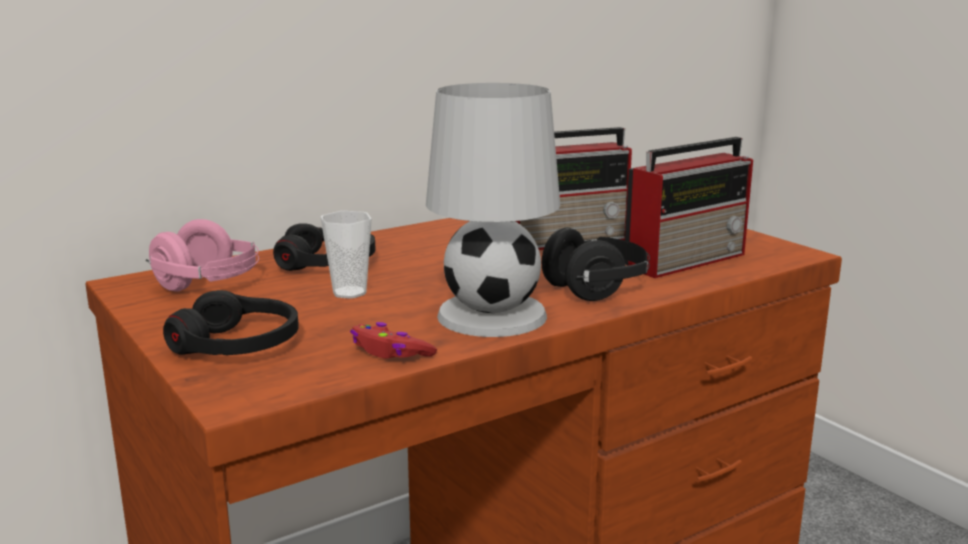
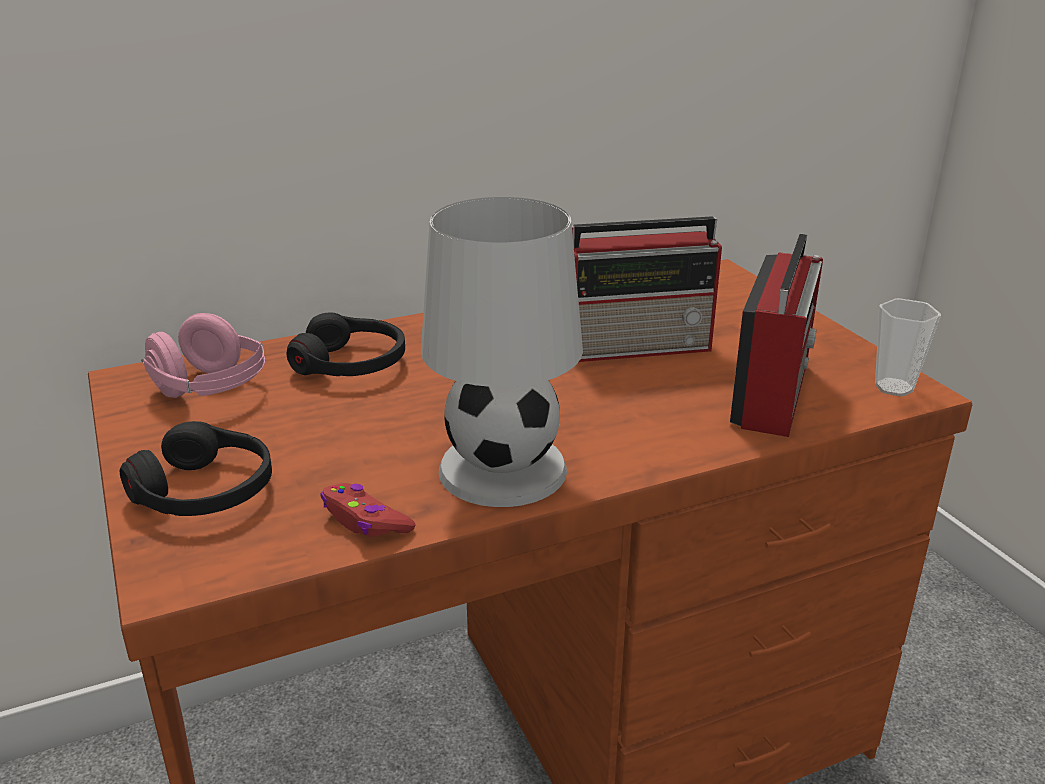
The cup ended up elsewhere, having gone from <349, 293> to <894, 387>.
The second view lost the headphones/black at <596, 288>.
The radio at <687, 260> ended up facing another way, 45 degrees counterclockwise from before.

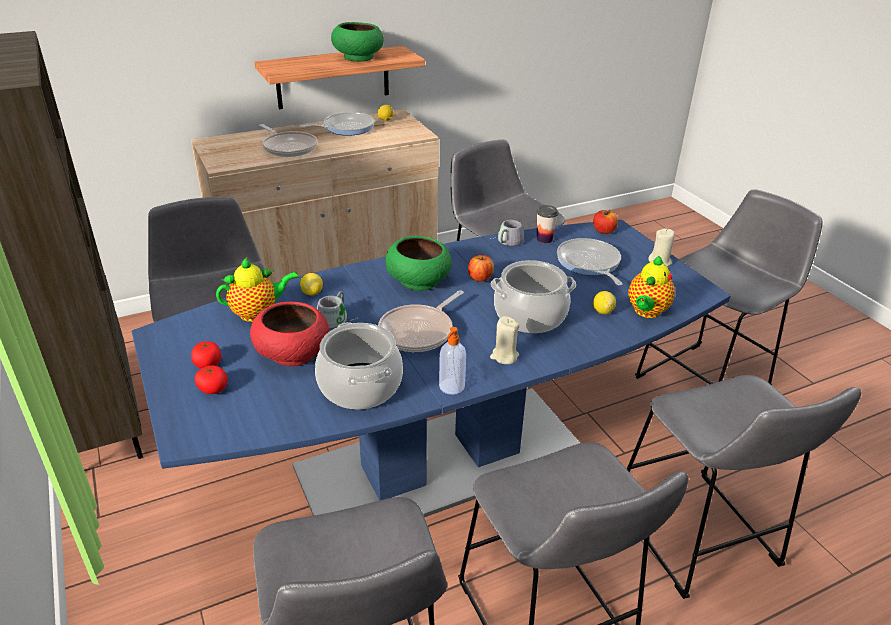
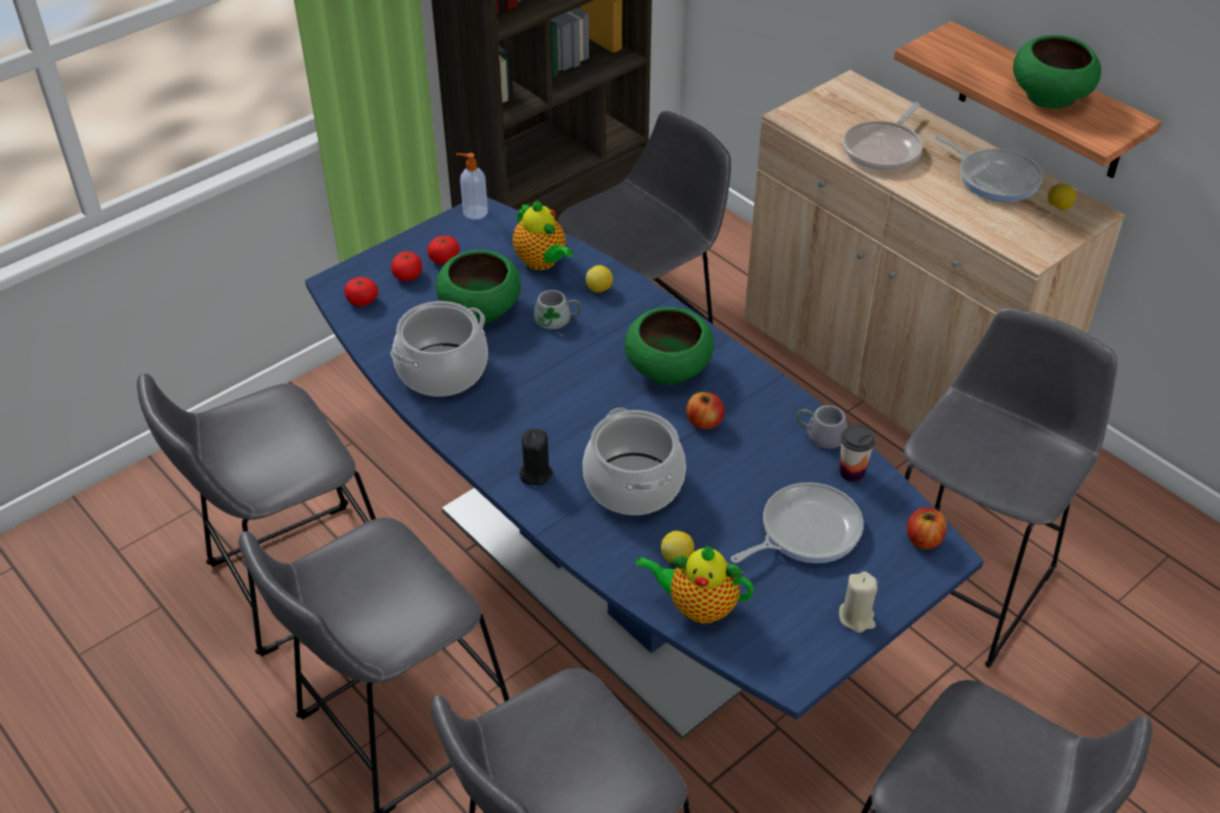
What was the bowl/red at <293, 353> turned into the bowl/green at <481, 308>.
The second view lost the frying pan at <419, 331>.
The soap dispenser ended up elsewhere, having gone from <451, 387> to <474, 212>.
What was the candle/beige at <504, 356> turned into the candle/black at <535, 473>.
The second view gained the tomato at <362, 300>.

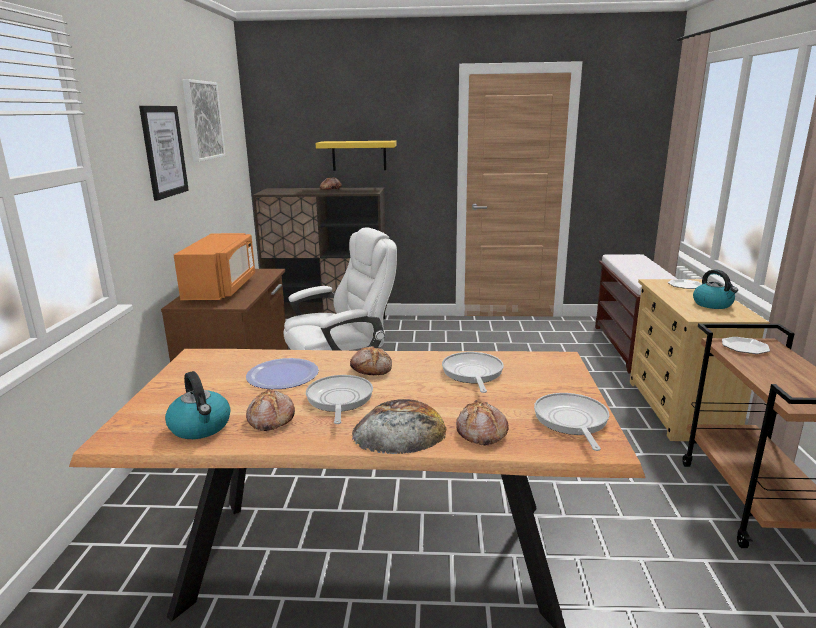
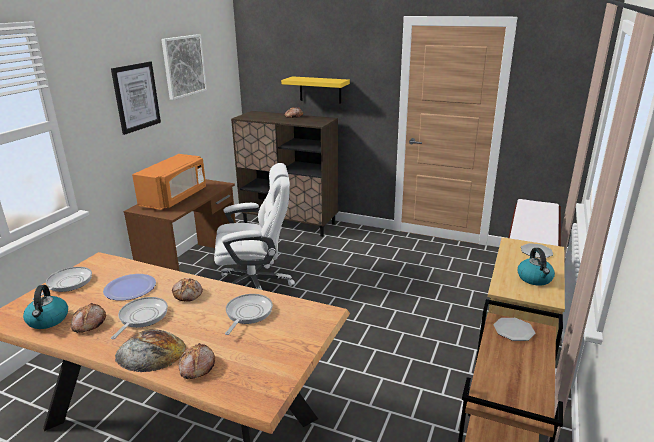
The frying pan ended up elsewhere, having gone from <571, 421> to <67, 283>.

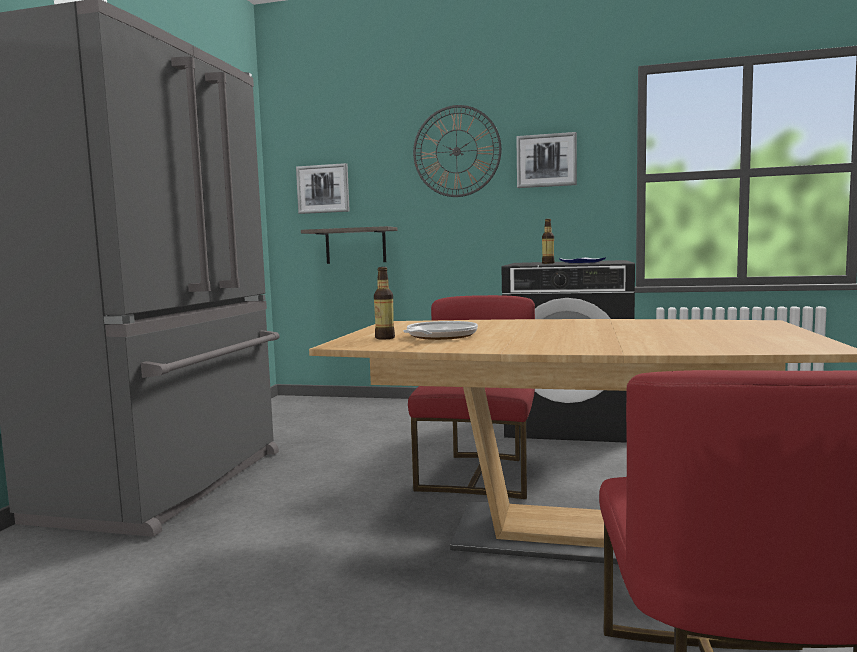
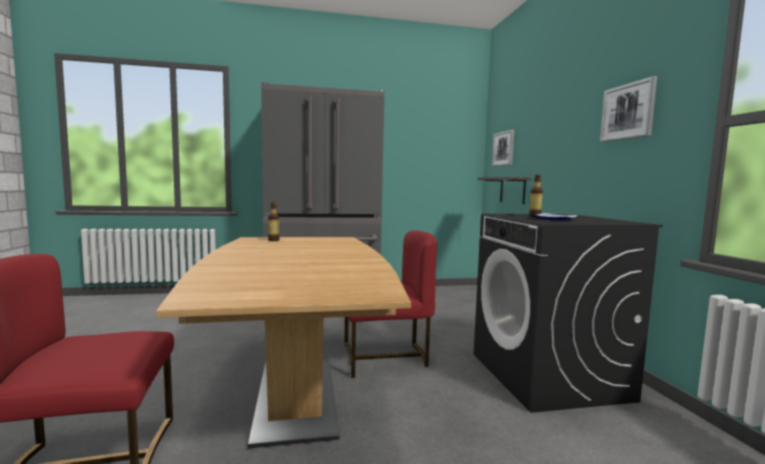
The second view lost the frying pan at <439, 337>.
The second view lost the wall clock at <456, 151>.

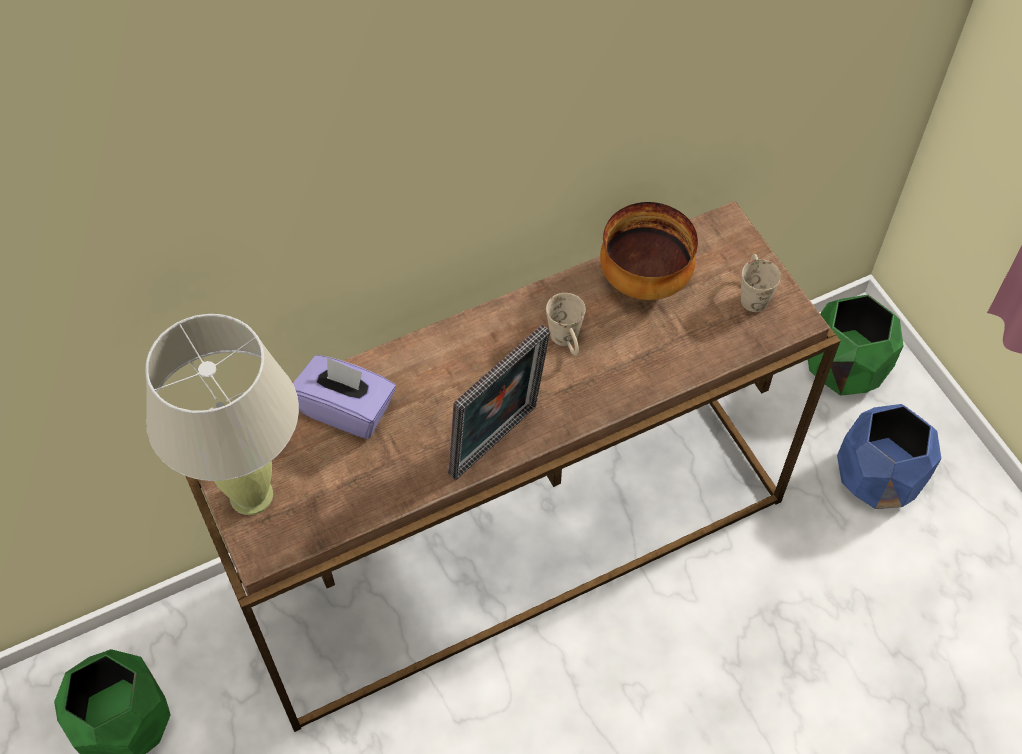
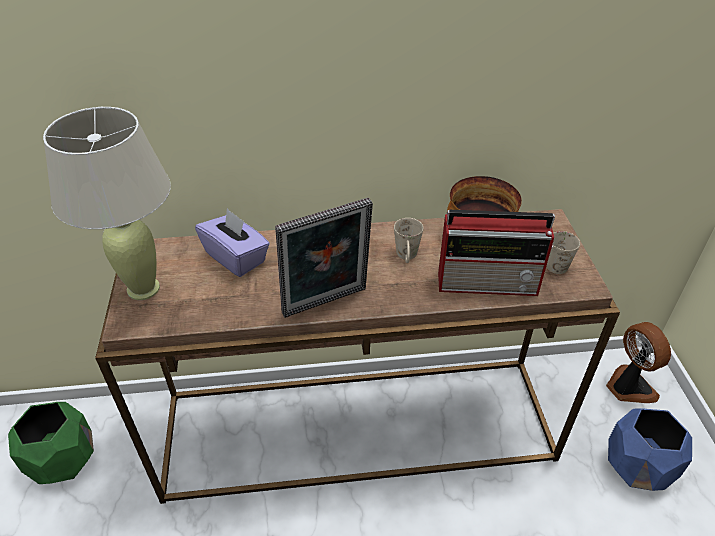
Where the planter/green stood at <843, 368>, the fan came to stand at <628, 387>.
The second view gained the radio at <489, 282>.

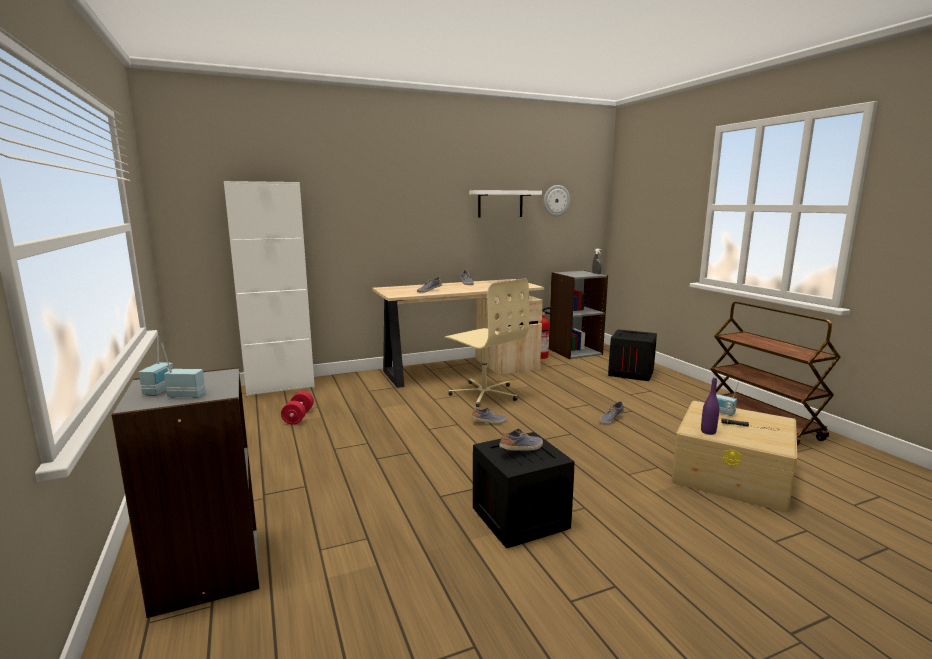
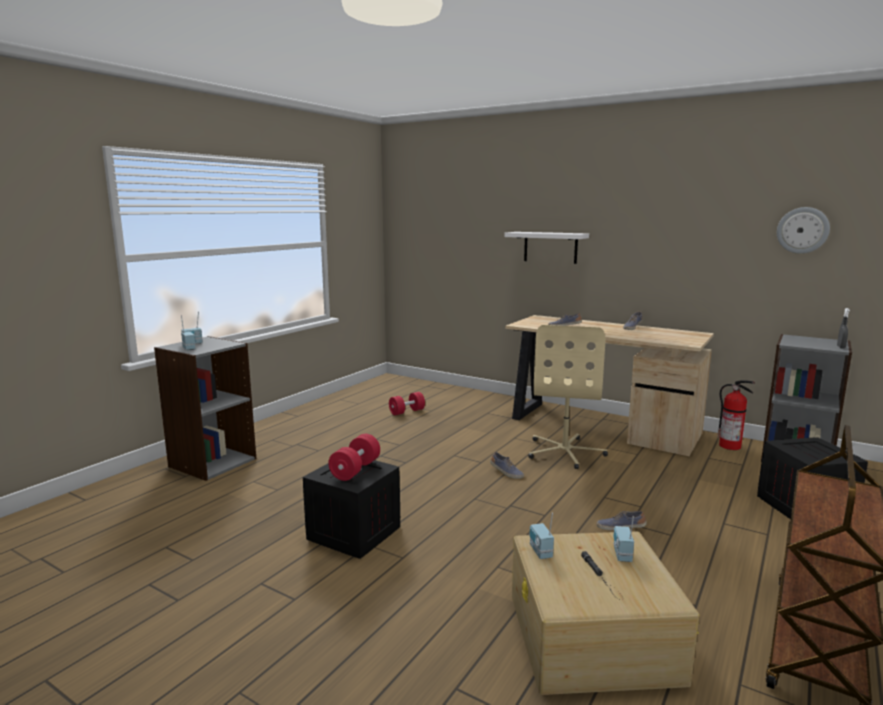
The second view lost the cabinet/white at <280, 387>.
The shelf/white ended up elsewhere, having gone from <500, 204> to <550, 247>.
Where the shoe stood at <522, 449>, the dumbbell/red came to stand at <355, 470>.
Where the bottle/purple stood at <708, 432>, the radio came to stand at <540, 552>.

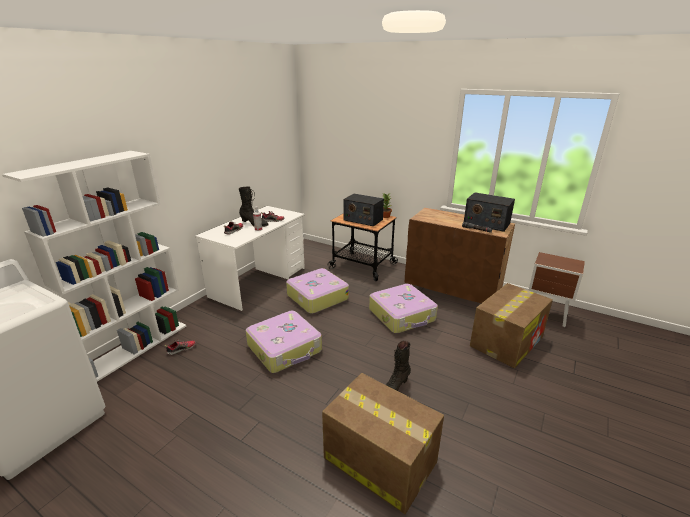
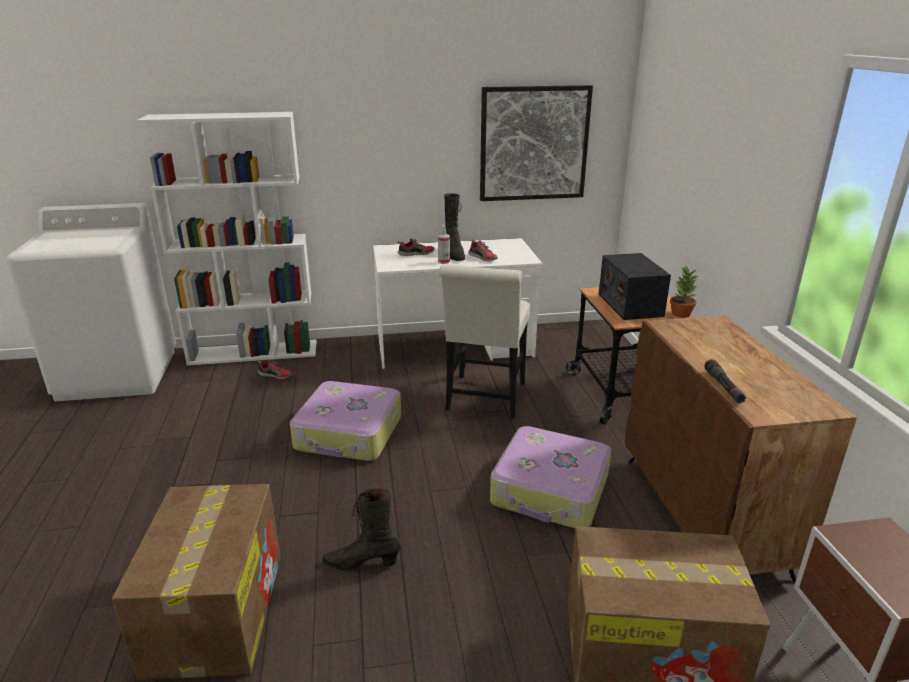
Where the suitcase stood at <316, 297>, the chair/white came to stand at <484, 399>.
The second view lost the radio at <486, 223>.
The second view gained the picture at <534, 144>.

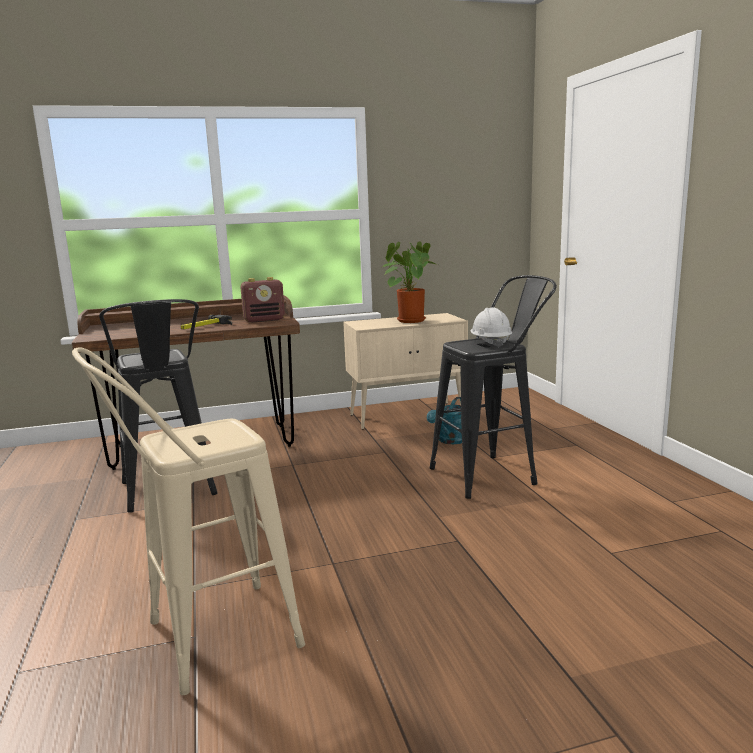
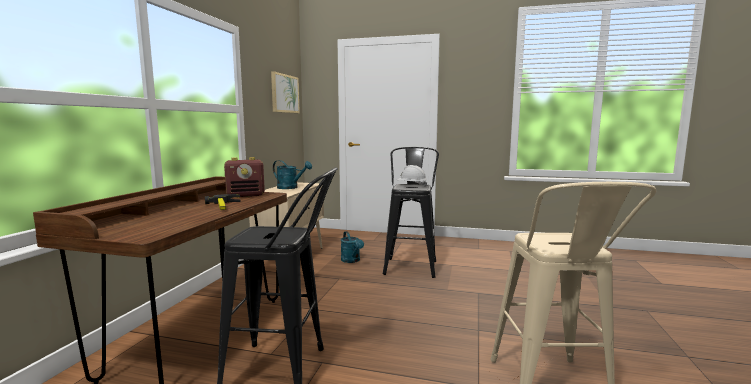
The radio at <264, 320> ended up facing another way, 60 degrees clockwise from before.
Where the potted plant stood at <409, 320>, the watering can/turquoise came to stand at <291, 187>.
The second view gained the picture at <284, 93>.

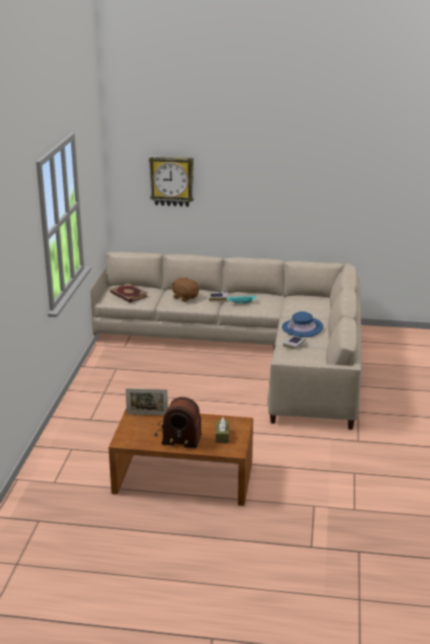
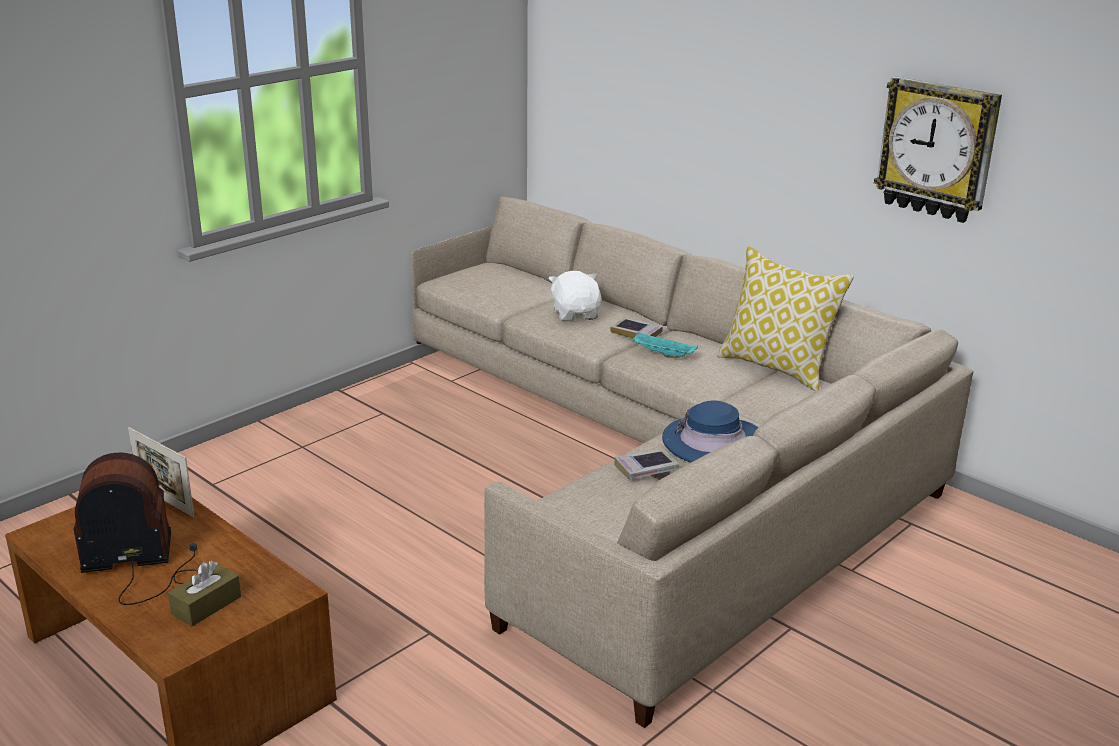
The second view lost the book at <128, 294>.
The wall clock ended up elsewhere, having gone from <172, 181> to <937, 149>.
The radio at <177, 434> ended up facing another way, 120 degrees clockwise from before.
What was the plush toy/brown at <185, 297> turned into the plush toy/white at <576, 314>.
The second view gained the pillow at <777, 368>.

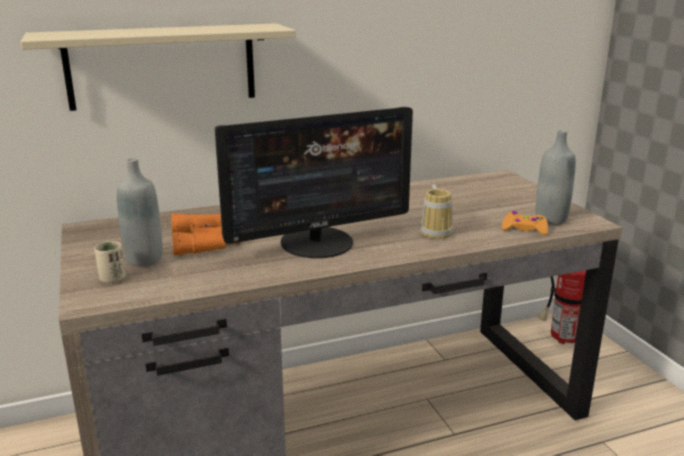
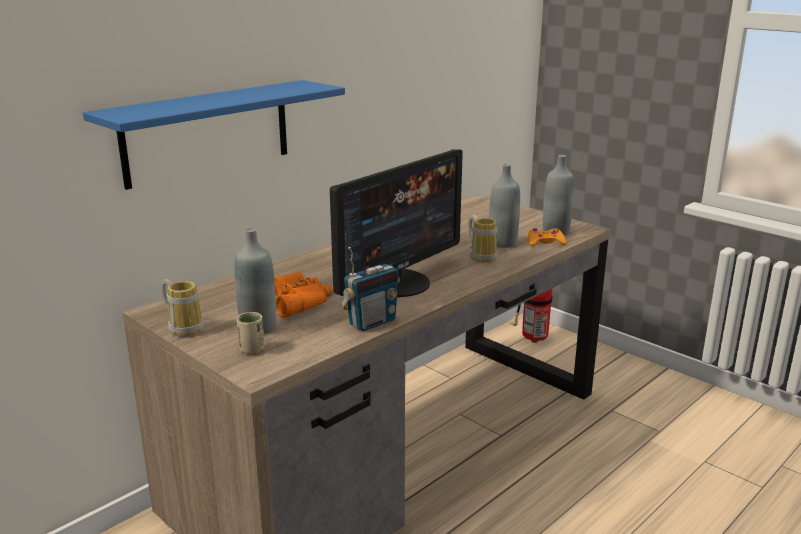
What was the shelf/beige at <162, 66> turned into the shelf/blue at <208, 132>.
The second view gained the mug at <184, 327>.
The second view gained the radio at <371, 322>.
The second view gained the bottle/grey at <502, 243>.

